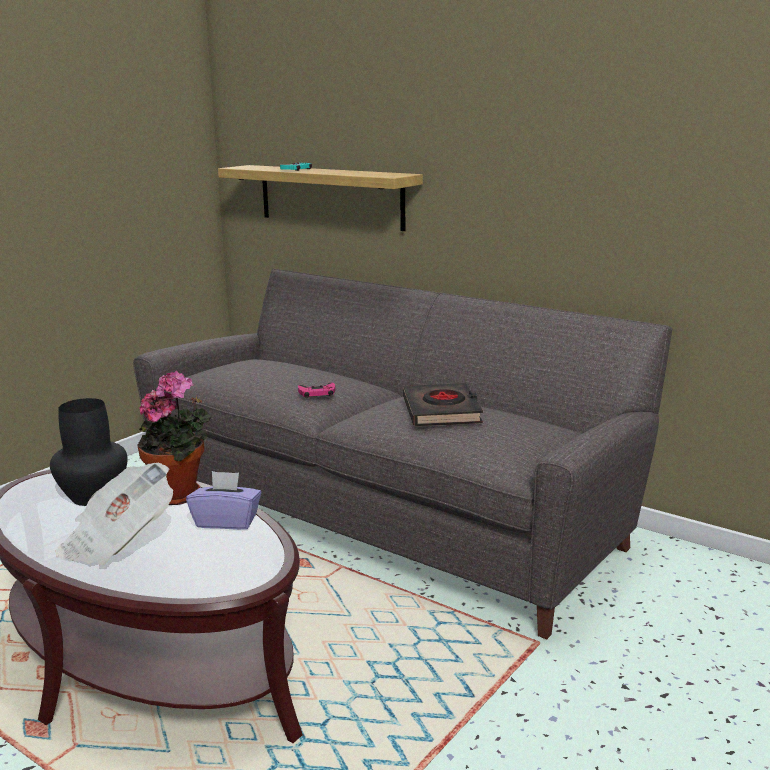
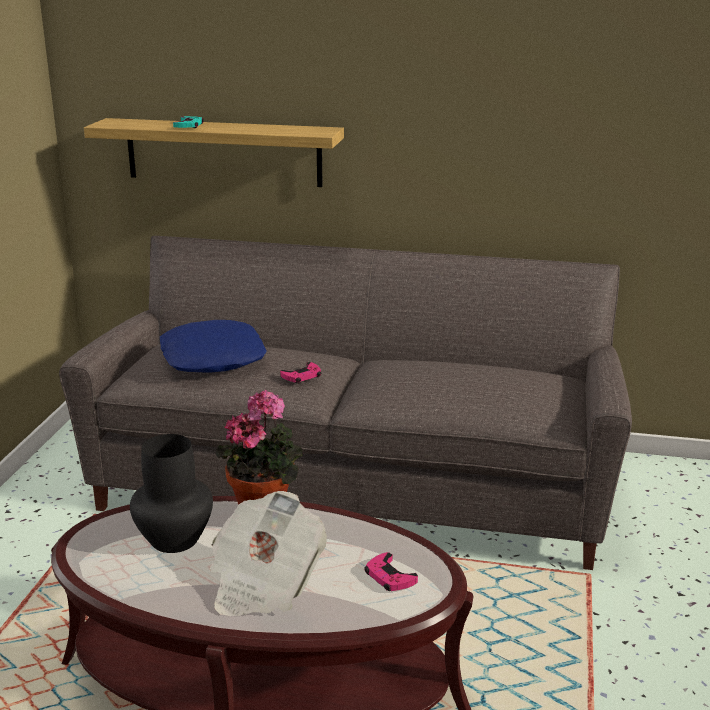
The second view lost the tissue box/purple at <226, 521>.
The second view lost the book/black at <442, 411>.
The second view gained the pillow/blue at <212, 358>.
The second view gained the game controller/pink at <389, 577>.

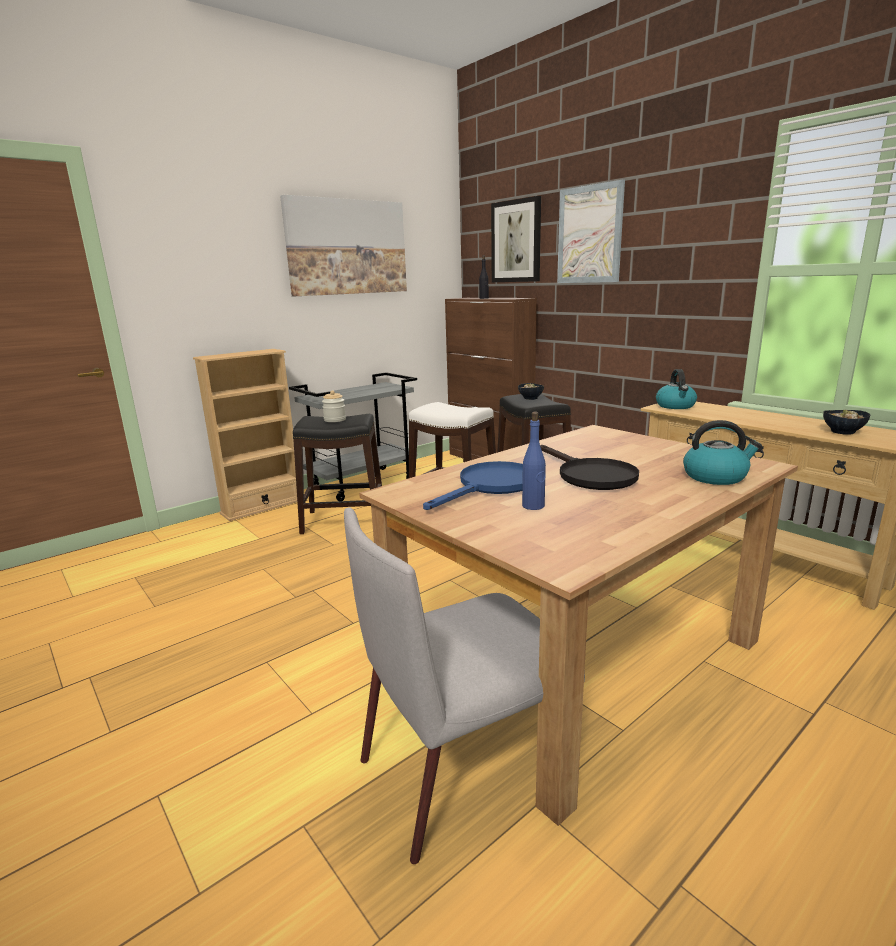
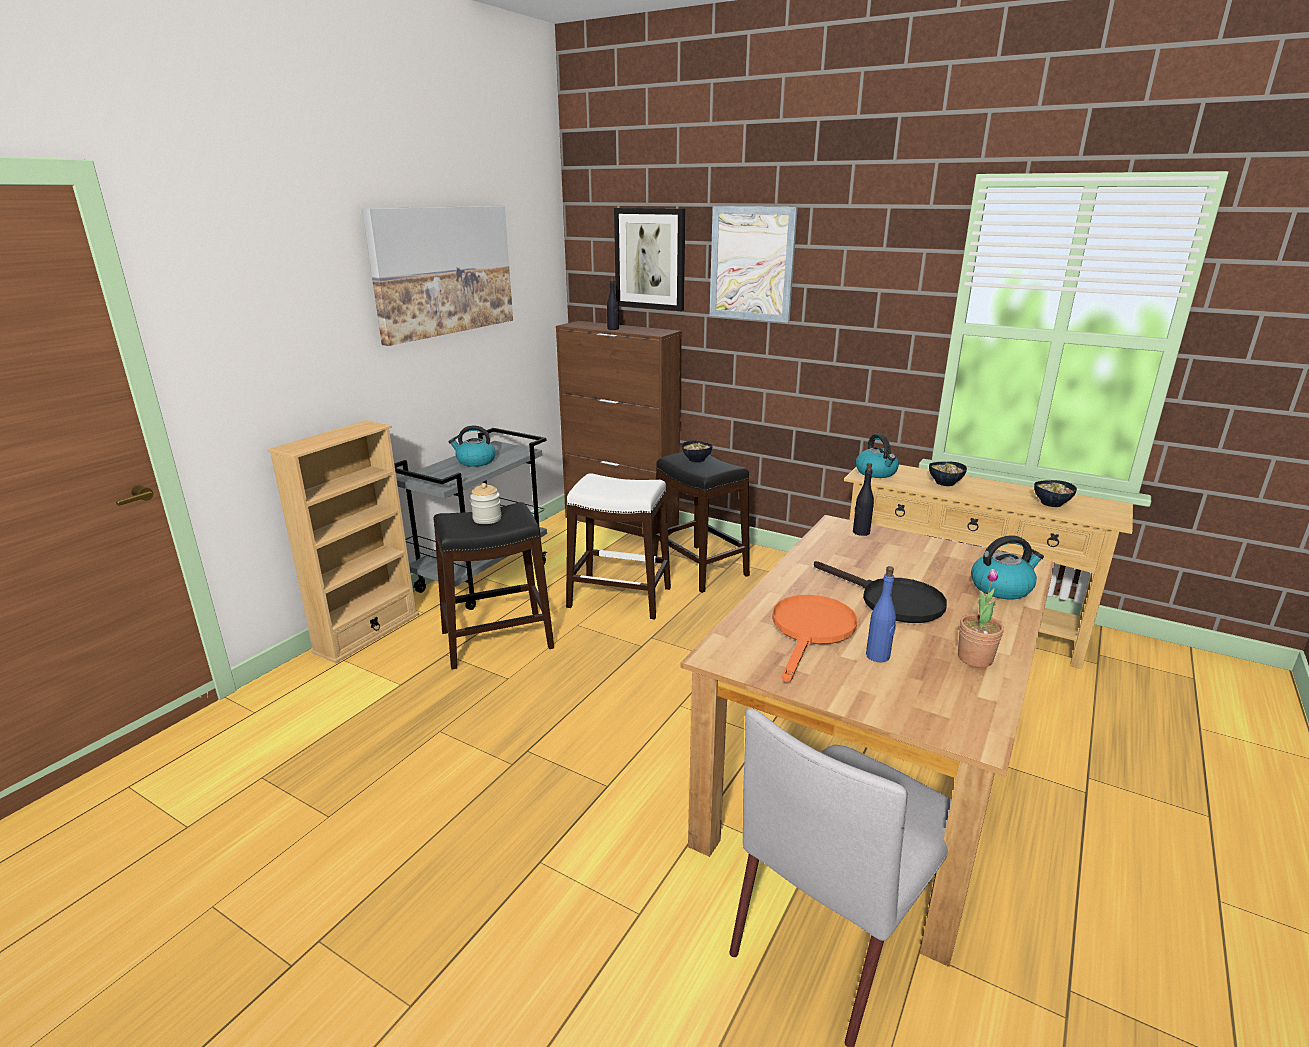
What was the frying pan/blue at <491, 486> turned into the frying pan/orange at <811, 631>.
The second view gained the kettle at <475, 461>.
The second view gained the bottle/black at <860, 532>.
The second view gained the bowl at <945, 483>.
The second view gained the potted plant at <975, 658>.

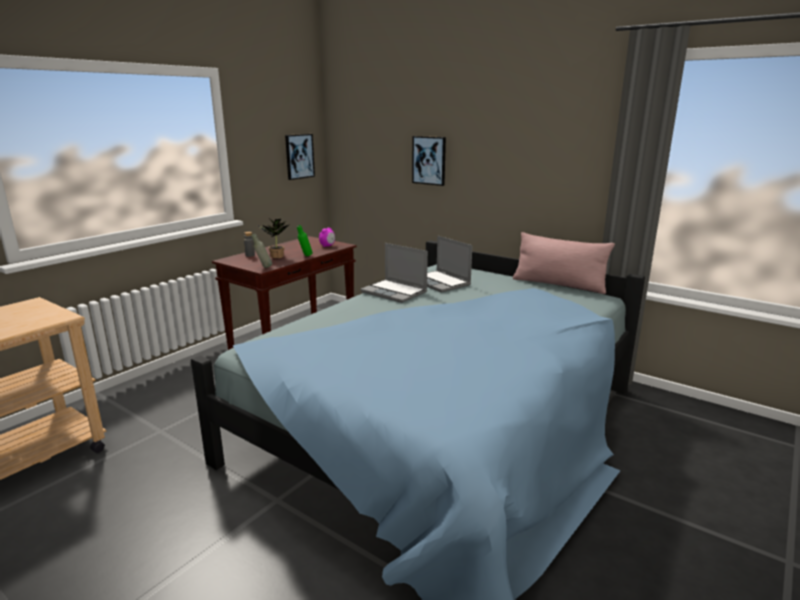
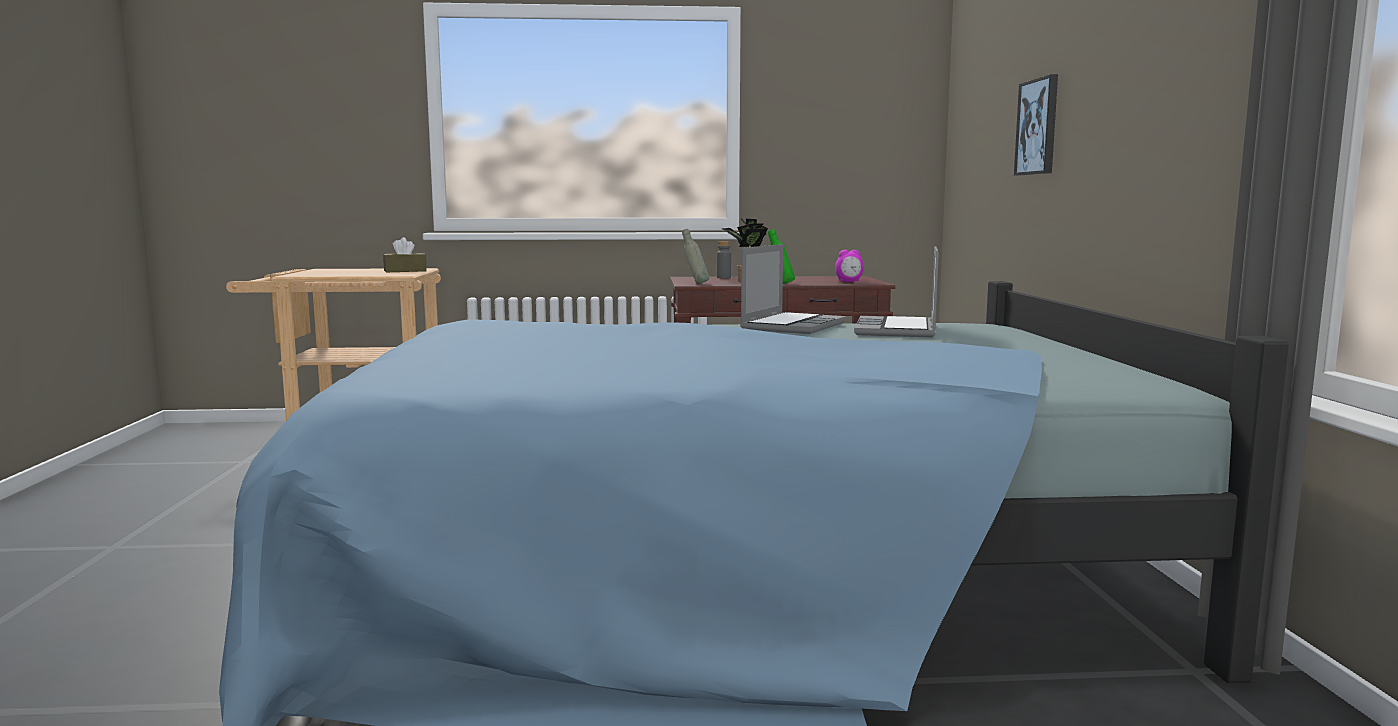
The second view lost the picture at <299, 156>.
The laptop at <395, 292> ended up facing another way, 150 degrees counterclockwise from before.
The second view lost the pillow/pink at <559, 285>.
The second view gained the tissue box/brown at <405, 271>.

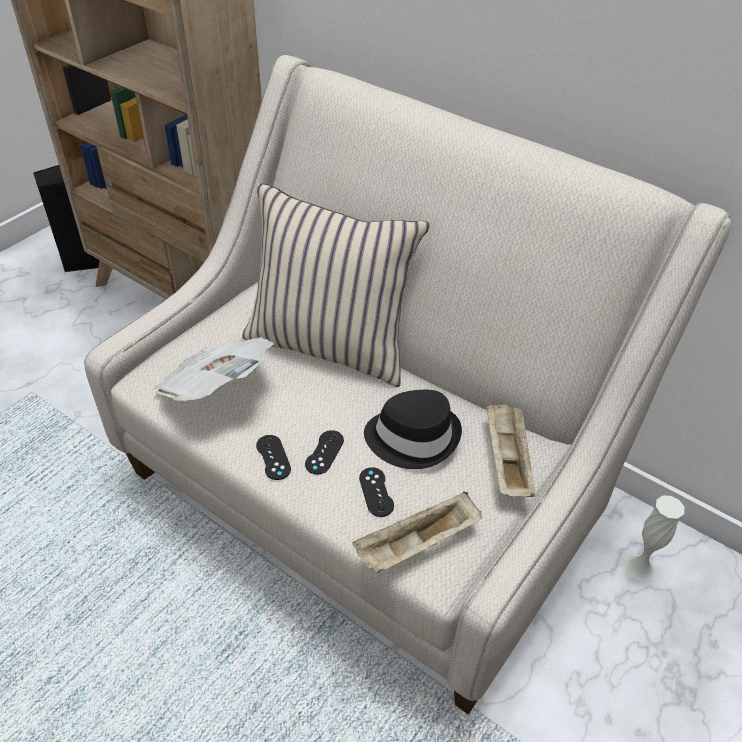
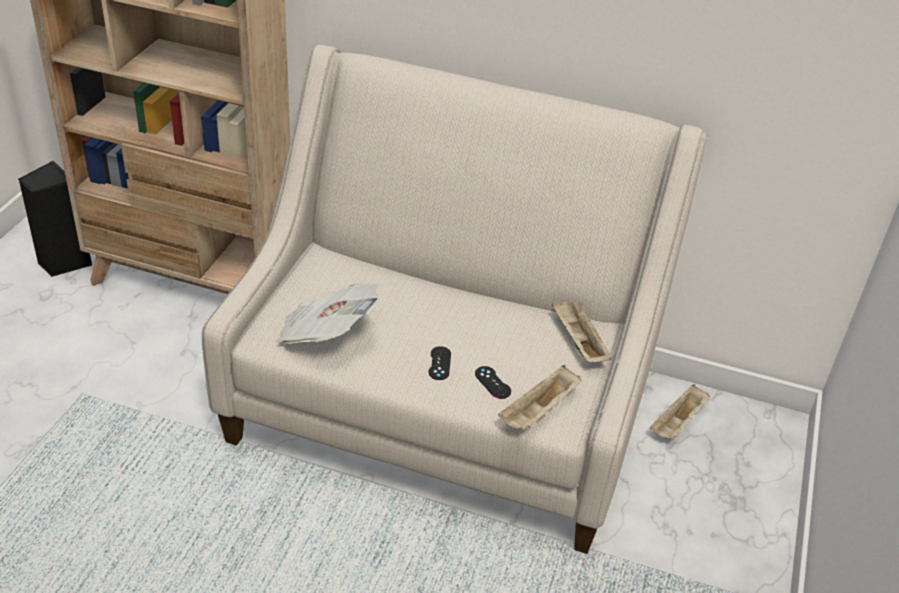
The second view lost the pillow/beige at <330, 345>.
The second view lost the game controller/black at <273, 457>.
The second view lost the hat/black at <413, 437>.
Where the vase/white stood at <639, 567>, the tray/beige came to stand at <678, 423>.

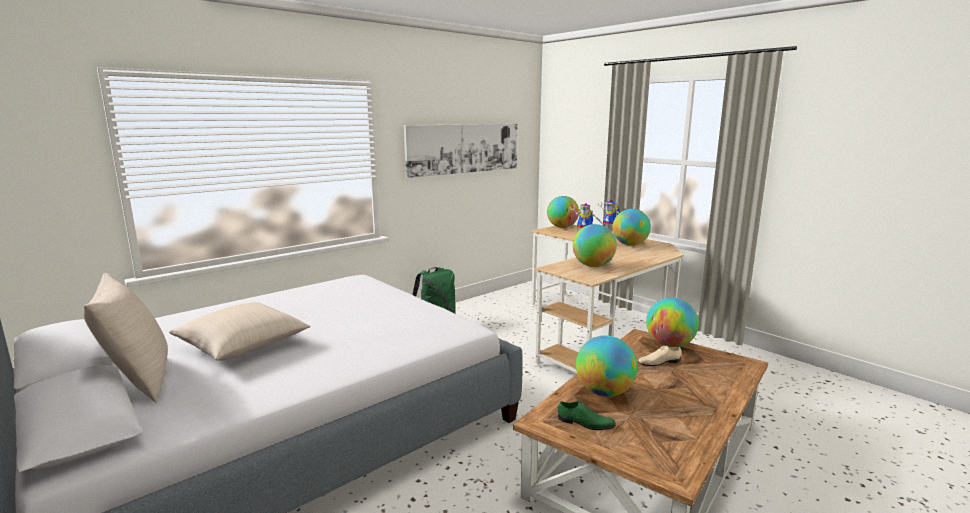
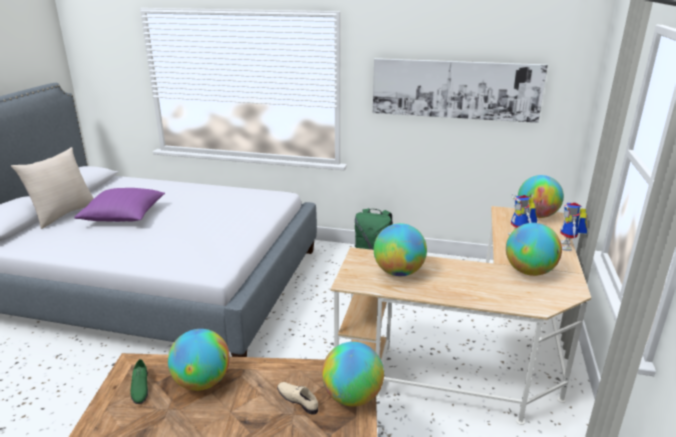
What was the pillow/beige at <242, 346> turned into the pillow/purple at <124, 216>.

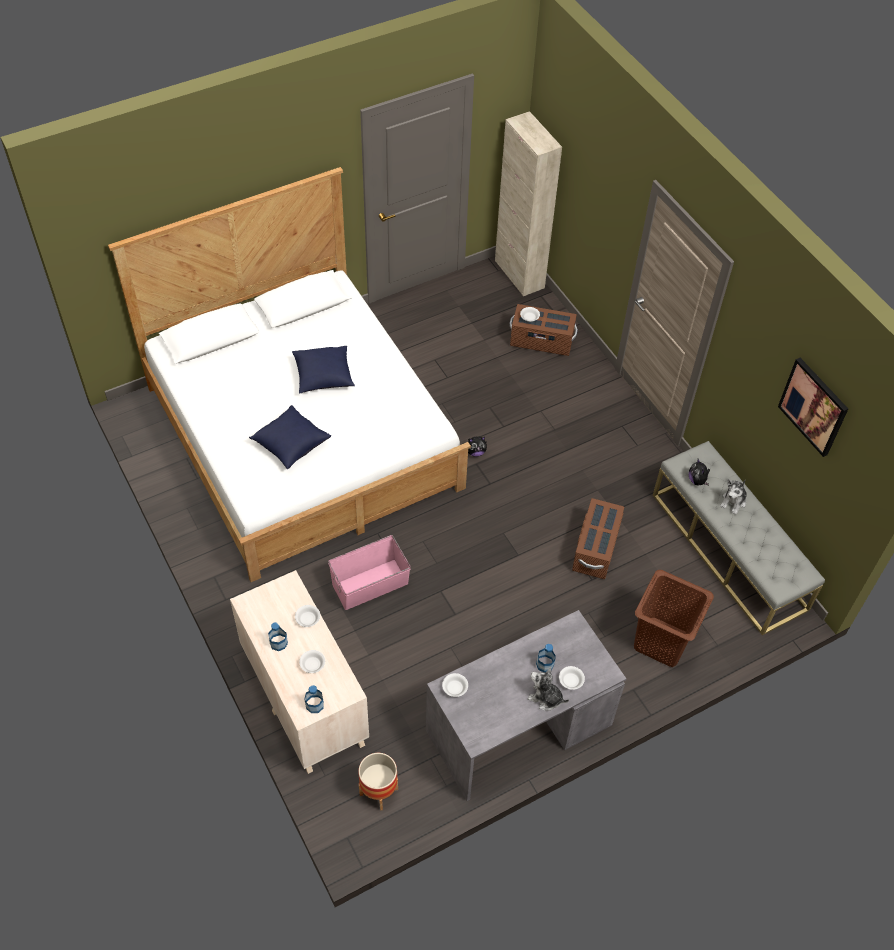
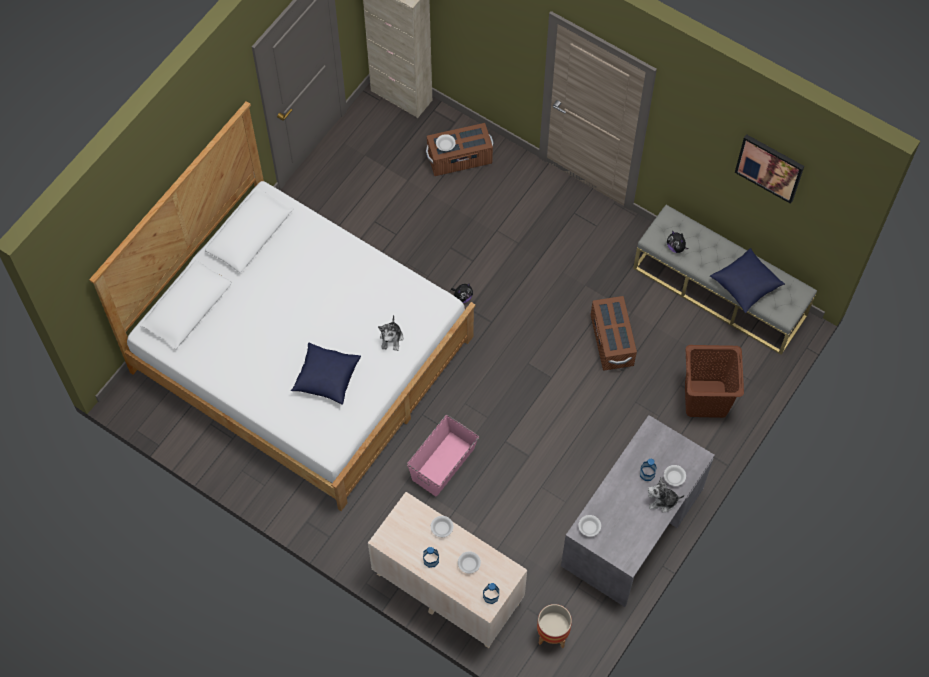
The pillow/blue ended up elsewhere, having gone from <323, 377> to <745, 285>.
The plush toy ended up elsewhere, having gone from <733, 501> to <391, 338>.

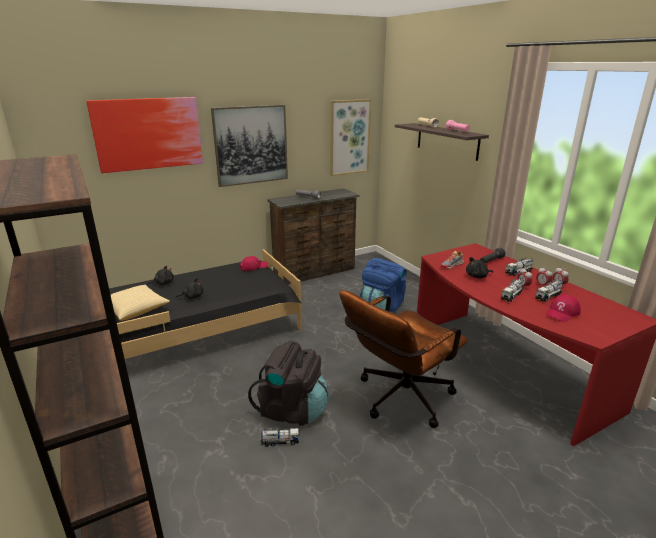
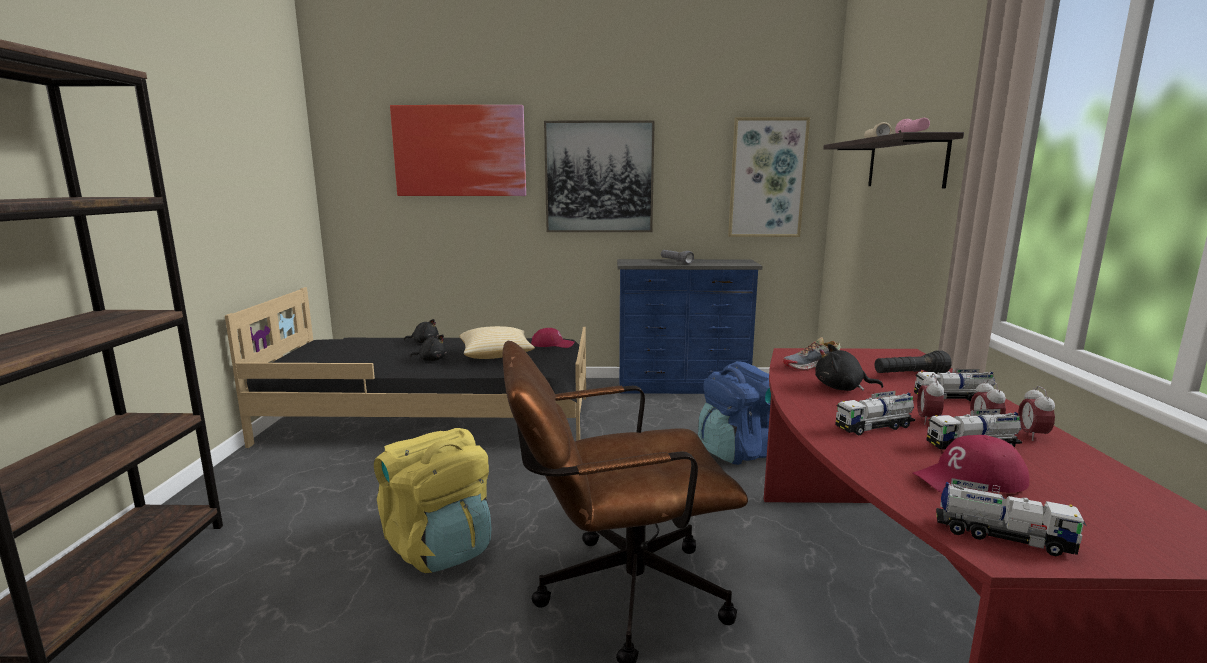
The pillow ended up elsewhere, having gone from <135, 310> to <496, 355>.
What was the backpack/black at <292, 410> turned into the backpack/yellow at <439, 547>.
The toy truck ended up elsewhere, having gone from <280, 442> to <1002, 537>.
What was the dresser/brown at <315, 272> turned into the dresser/blue at <683, 387>.

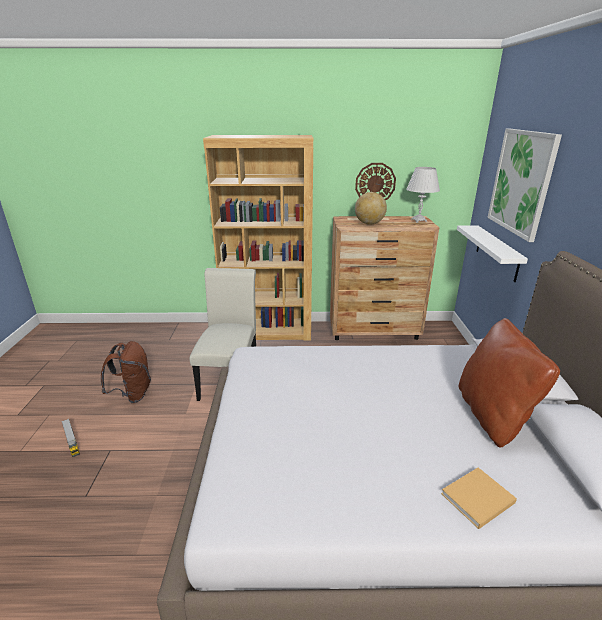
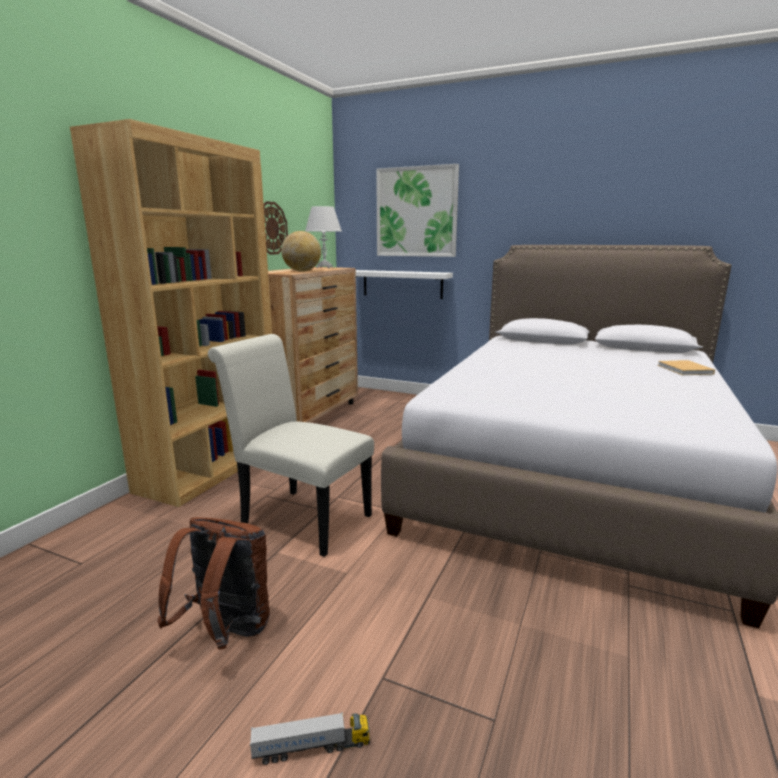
The second view lost the pillow/brown at <492, 415>.

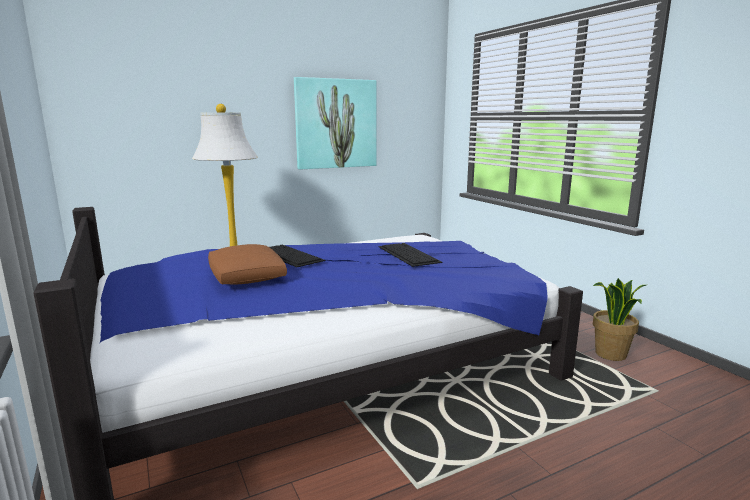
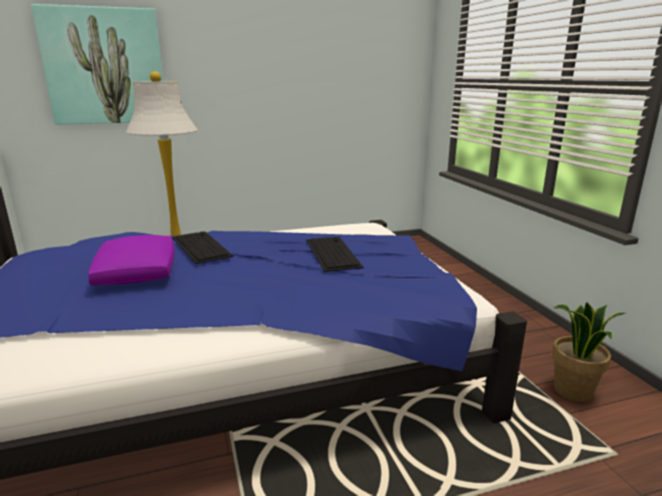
What was the pillow/brown at <246, 276> turned into the pillow/purple at <137, 272>.
The picture ended up elsewhere, having gone from <336, 124> to <105, 67>.

